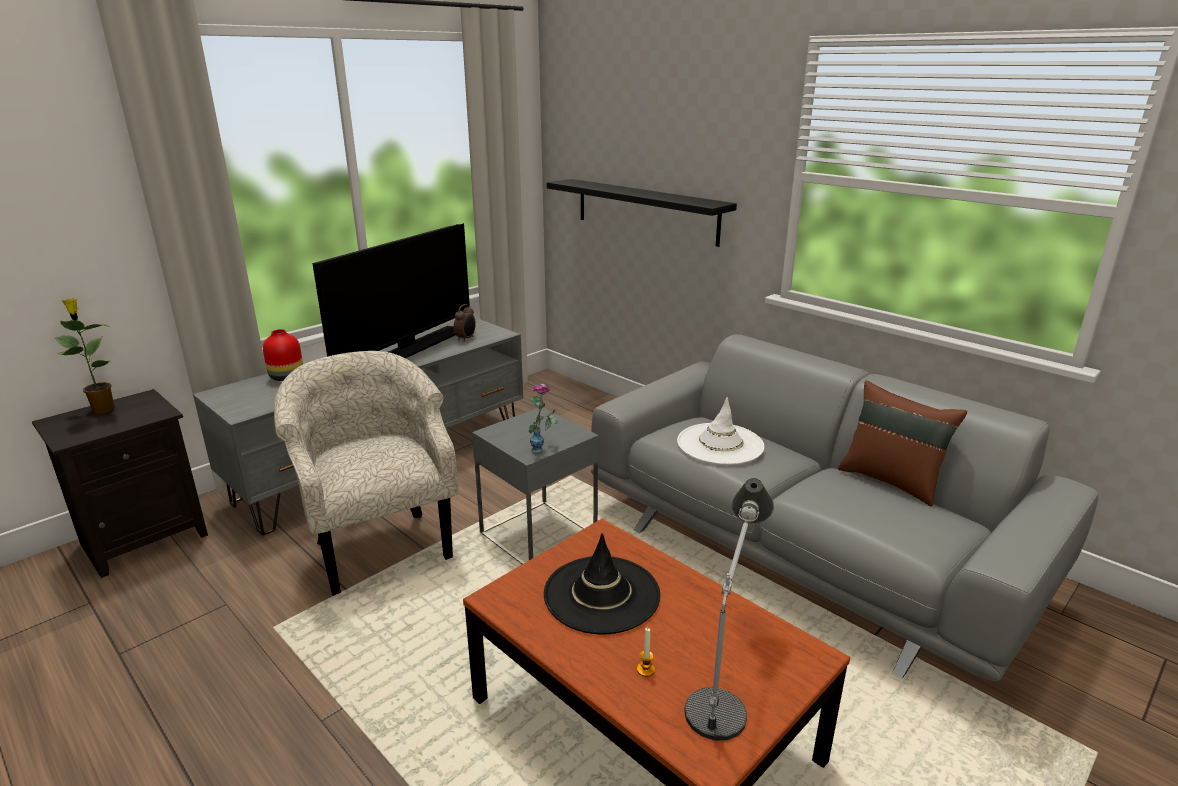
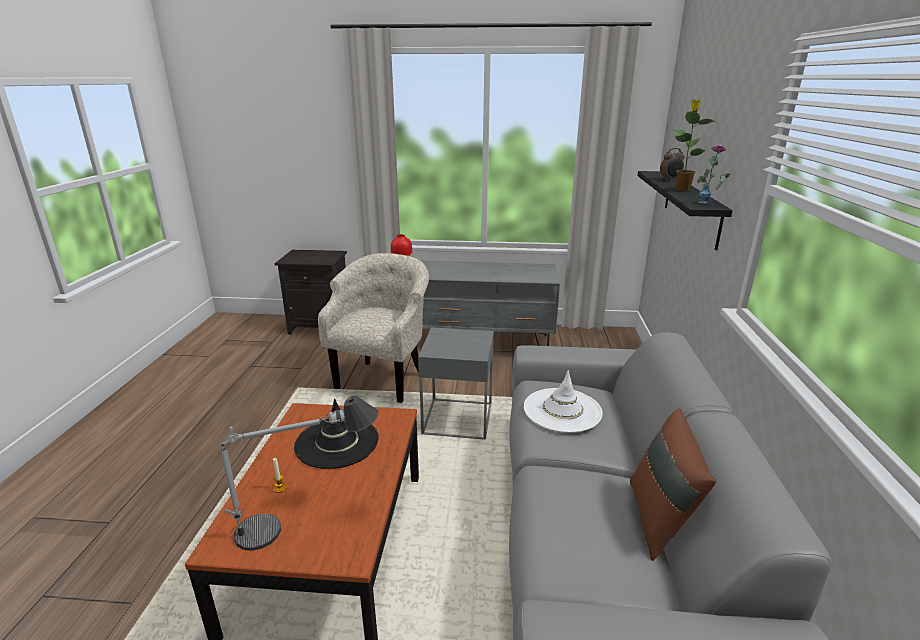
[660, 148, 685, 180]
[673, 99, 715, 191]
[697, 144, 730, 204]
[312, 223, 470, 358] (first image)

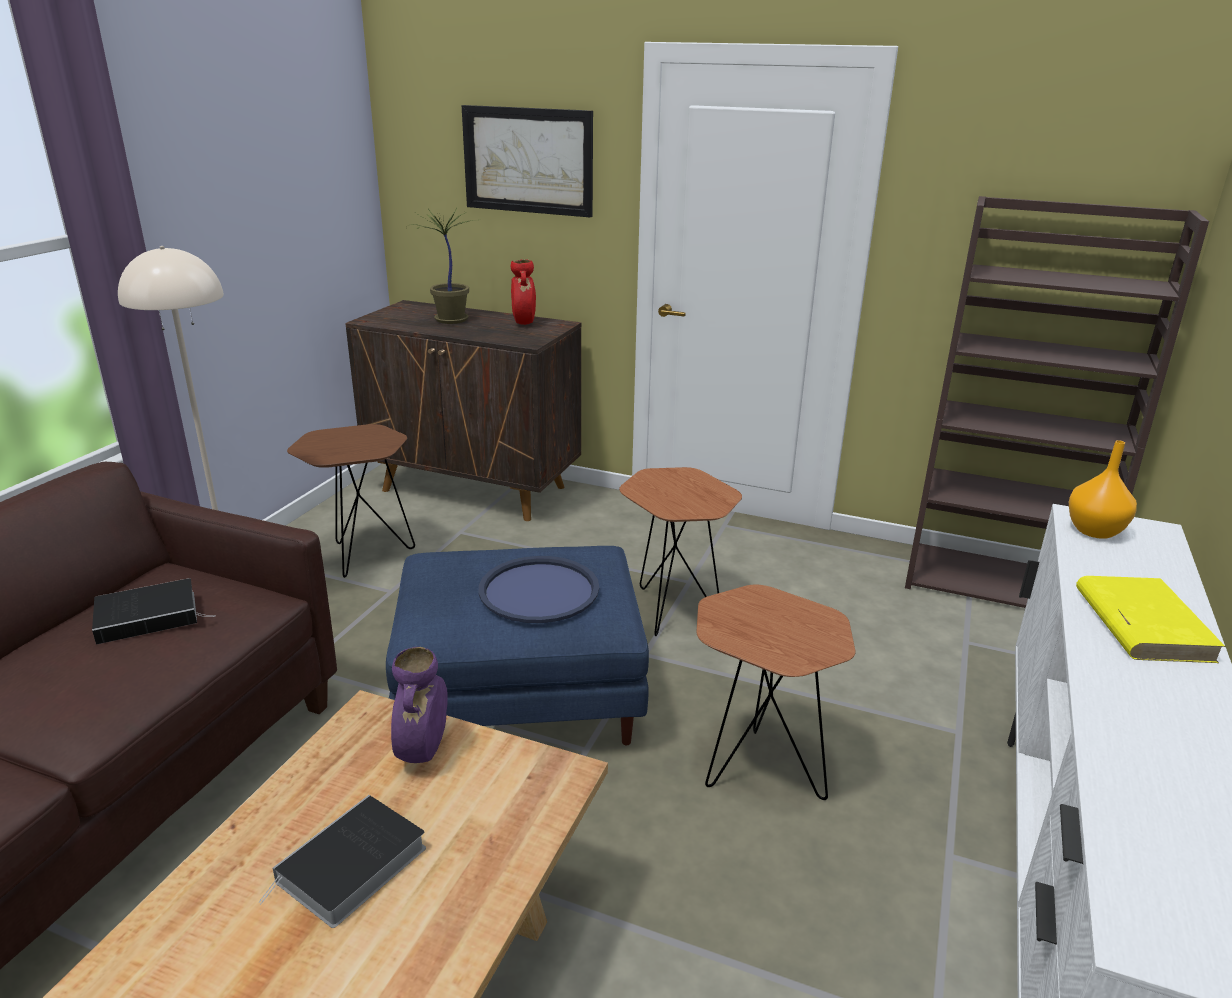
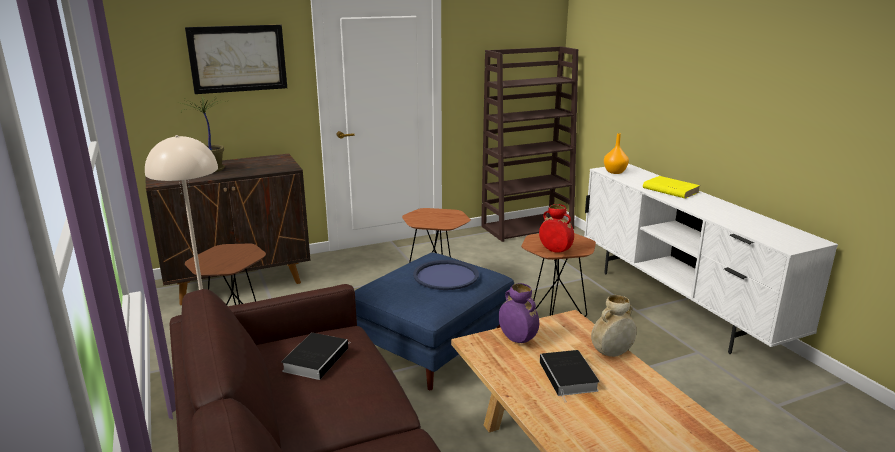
[539, 204, 574, 253]
[591, 295, 637, 357]

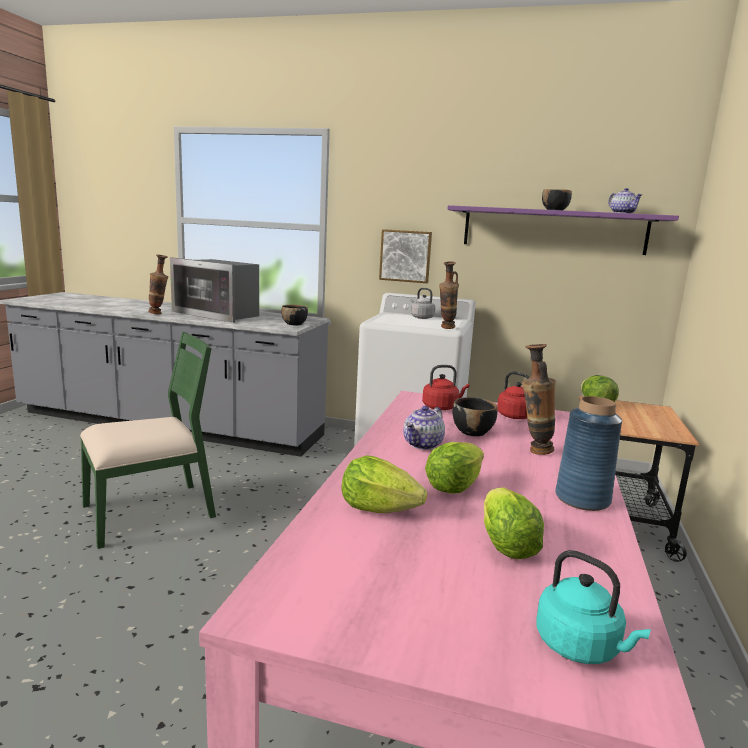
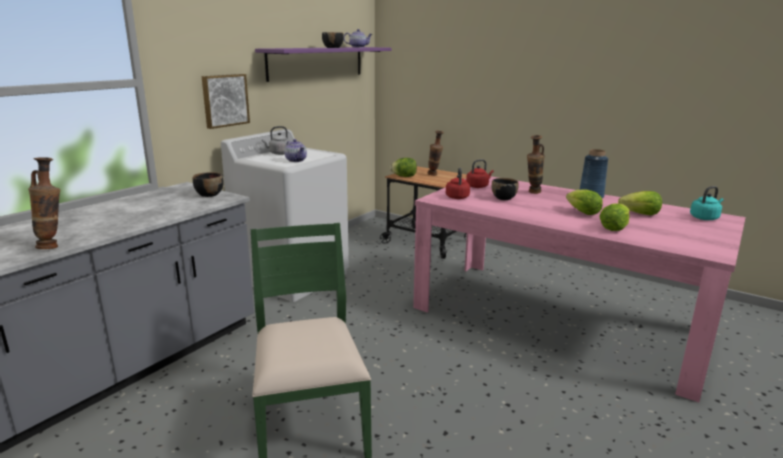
[284, 139, 307, 162]
[428, 131, 444, 176]
[170, 257, 259, 323] (first image)

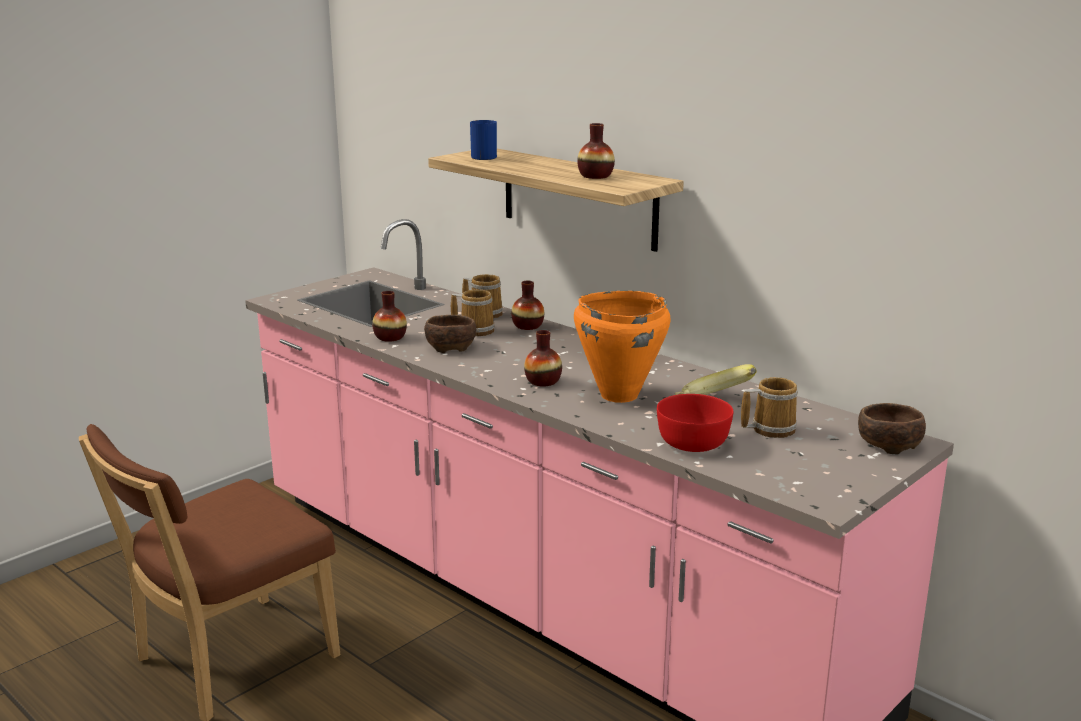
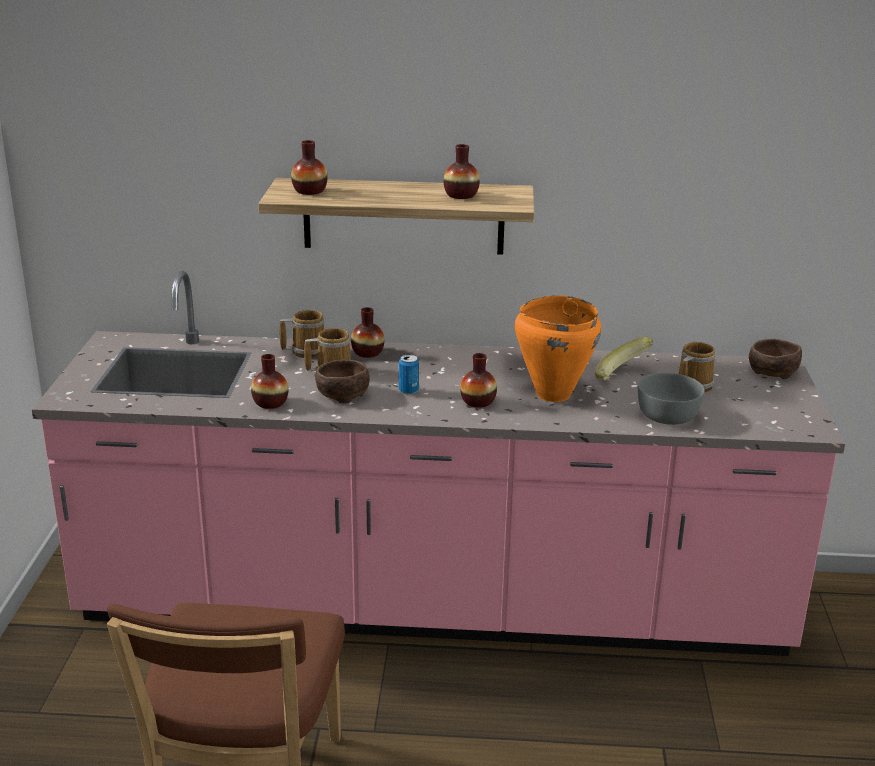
[291, 140, 328, 195]
[399, 355, 419, 395]
[638, 373, 705, 425]

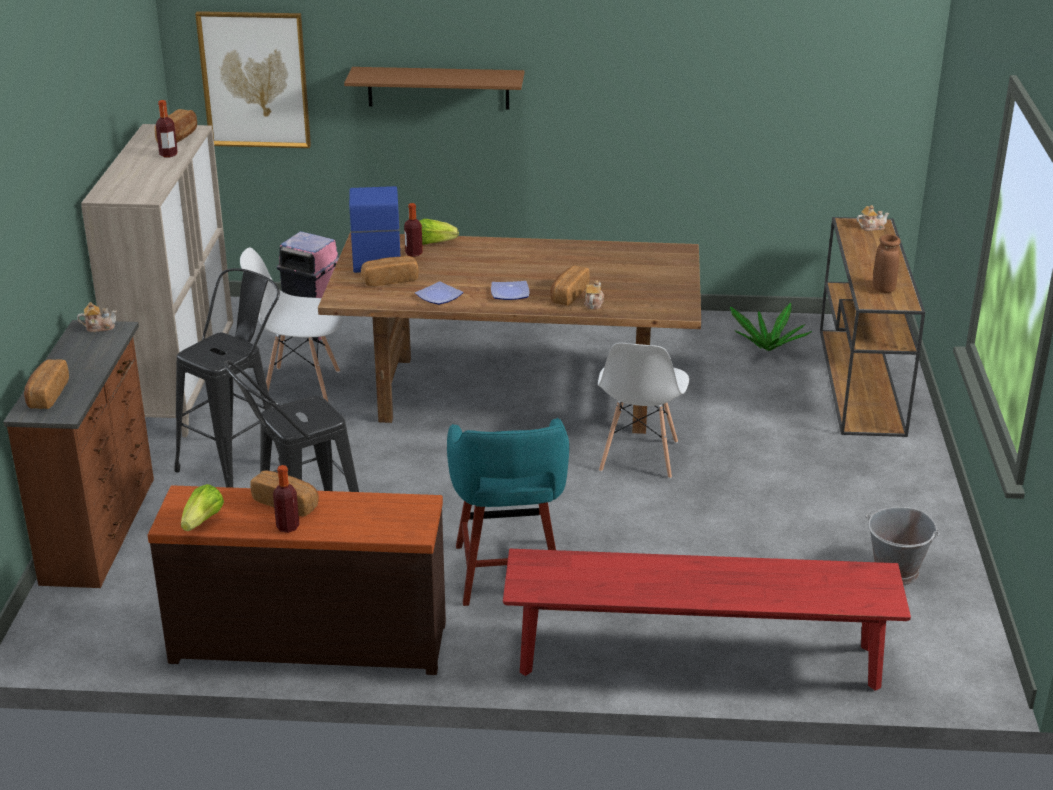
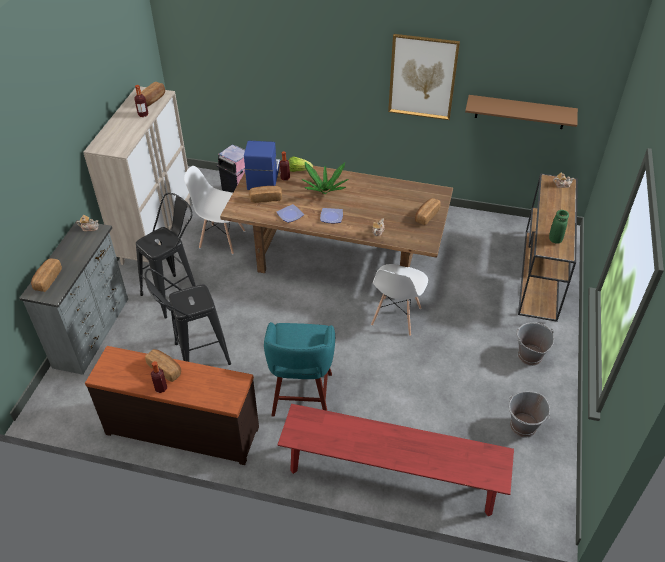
[19, 220, 128, 375]
[302, 162, 348, 194]
[388, 34, 460, 120]
[415, 198, 441, 225]
[465, 95, 578, 129]
[517, 322, 554, 366]
[549, 210, 569, 244]
[181, 484, 224, 531] (first image)

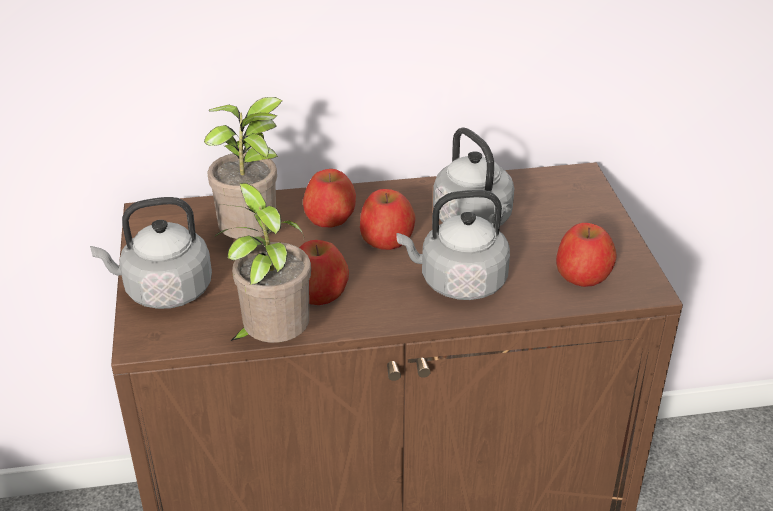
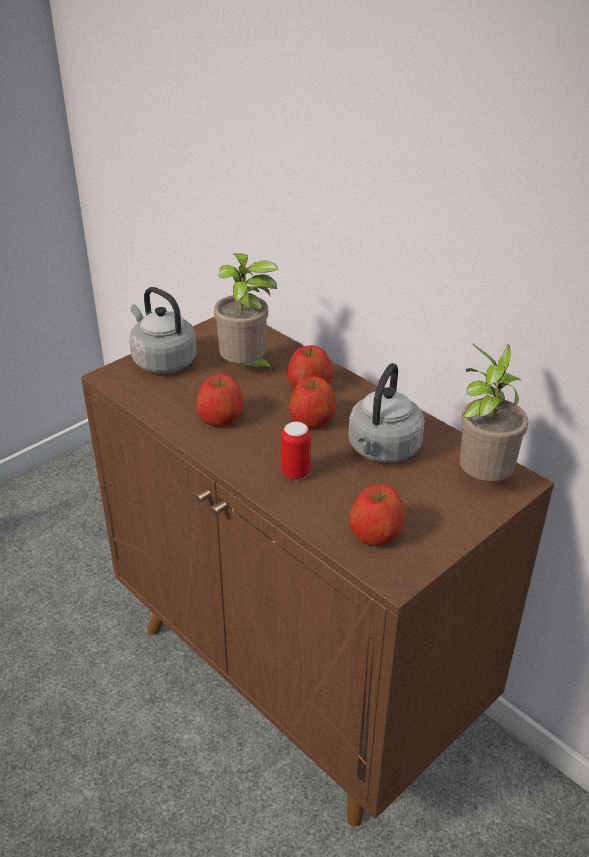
[281, 422, 311, 480]
[458, 344, 528, 481]

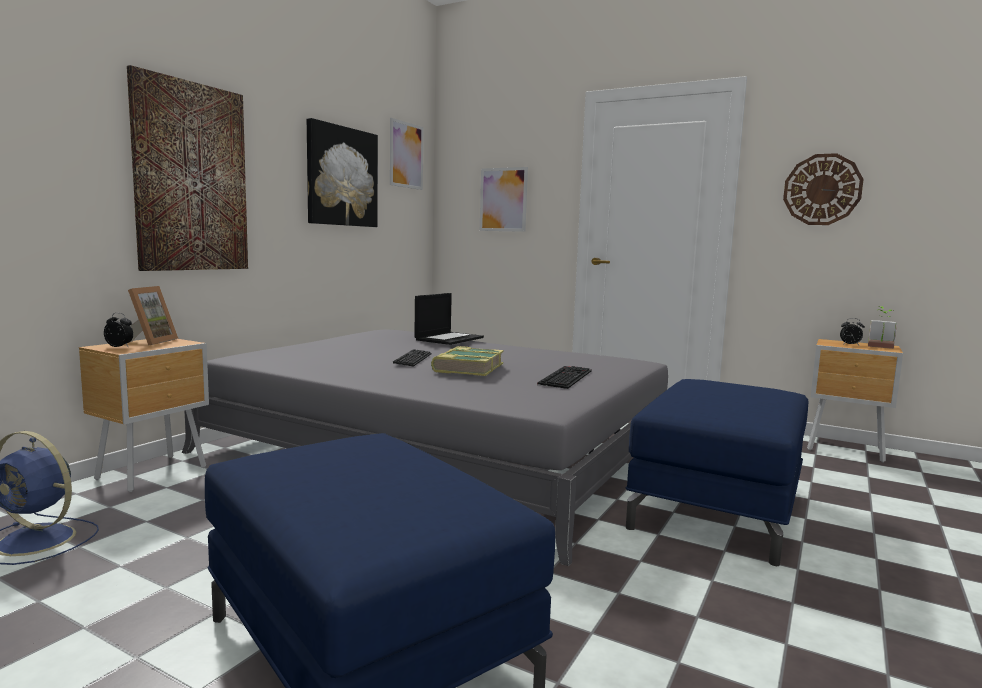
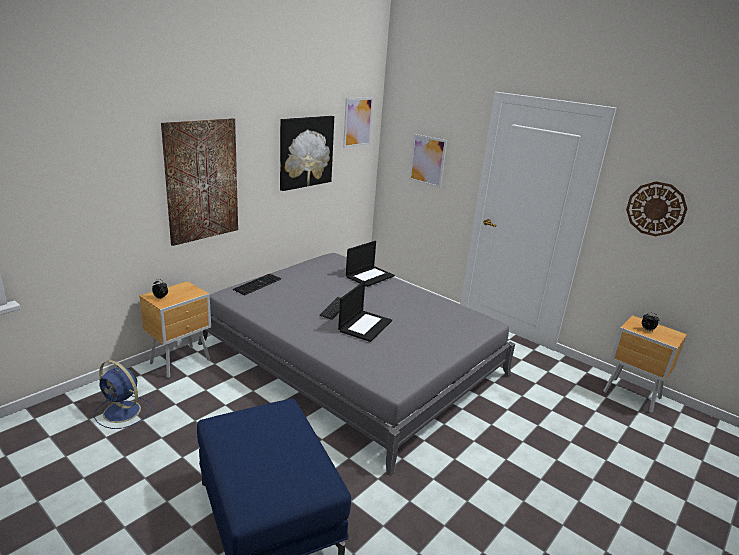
[233, 274, 281, 295]
[338, 281, 392, 342]
[128, 286, 179, 346] (first image)
[626, 379, 808, 566] (first image)
[868, 306, 897, 349] (first image)

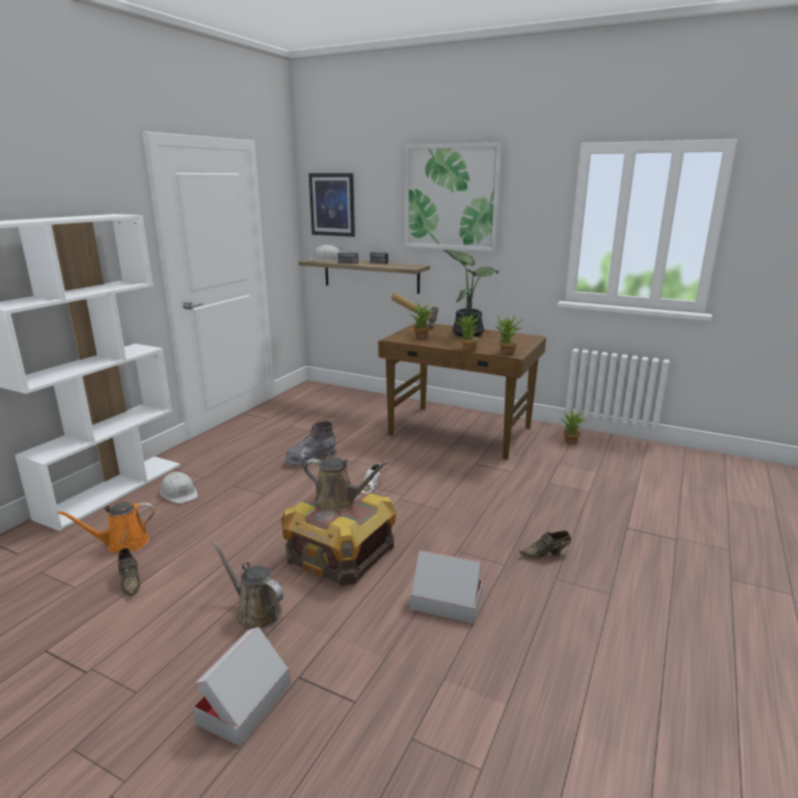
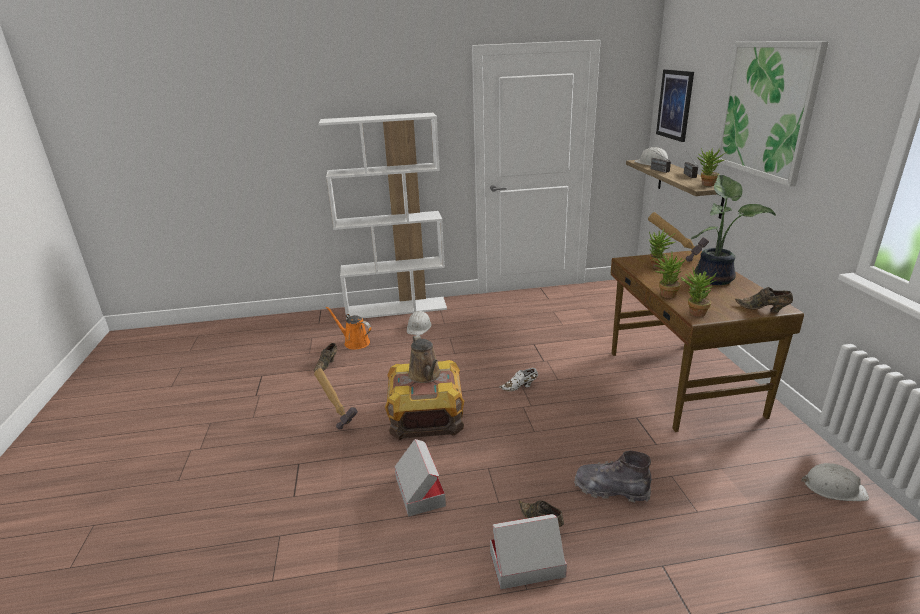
[314, 368, 358, 429]
[490, 514, 567, 590]
[574, 450, 651, 502]
[697, 148, 727, 186]
[735, 287, 793, 313]
[801, 463, 869, 501]

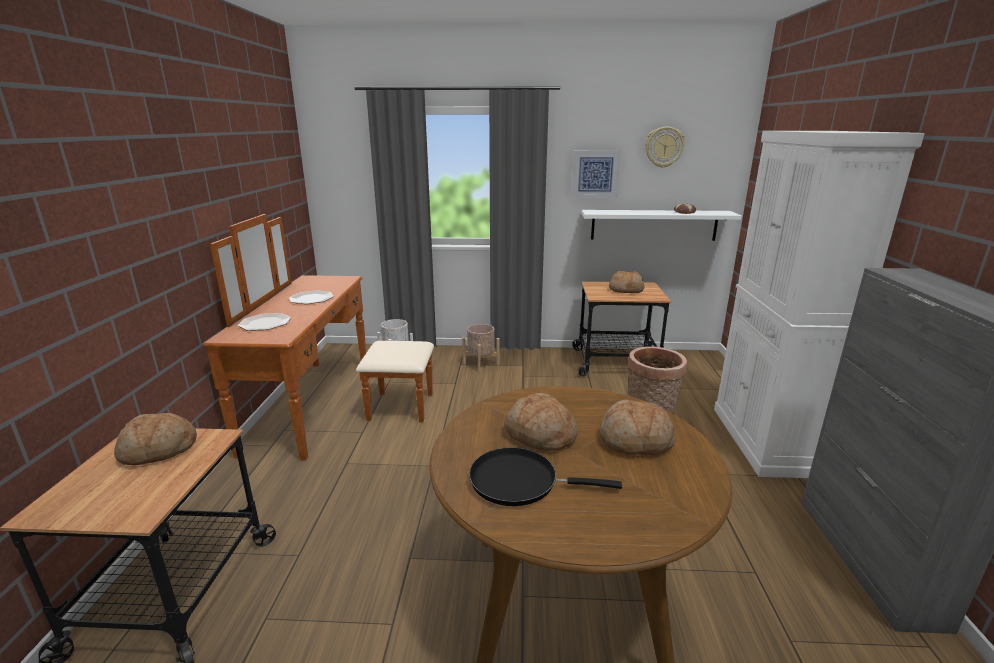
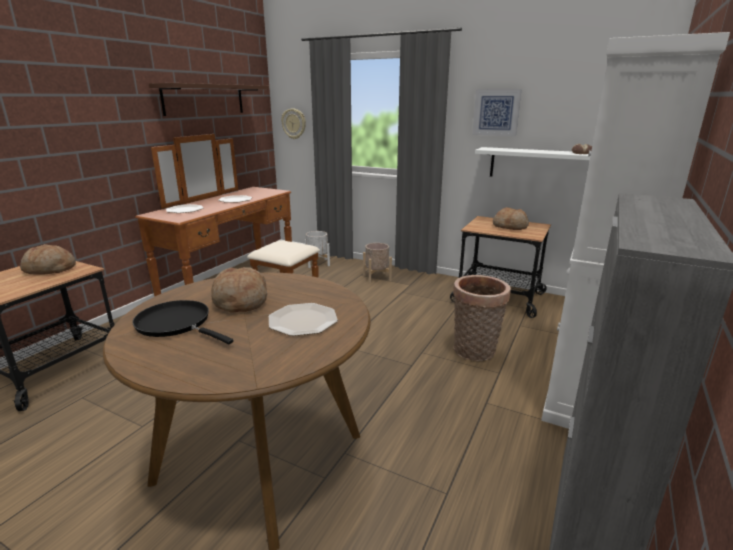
[149, 83, 269, 116]
[269, 303, 338, 336]
[281, 109, 306, 139]

